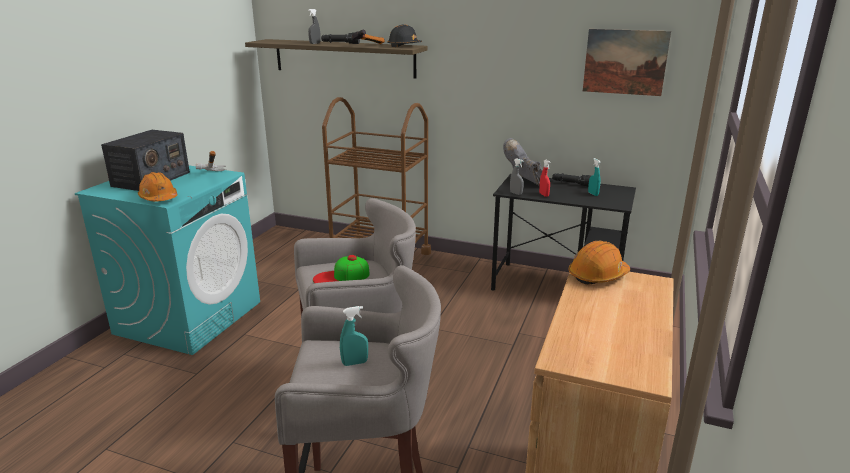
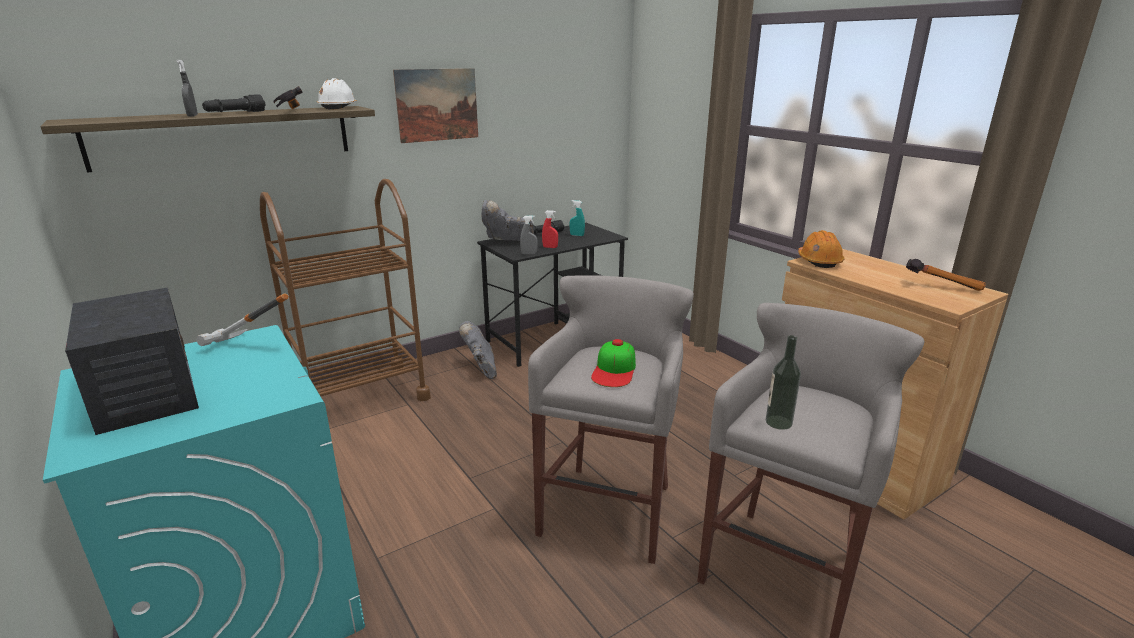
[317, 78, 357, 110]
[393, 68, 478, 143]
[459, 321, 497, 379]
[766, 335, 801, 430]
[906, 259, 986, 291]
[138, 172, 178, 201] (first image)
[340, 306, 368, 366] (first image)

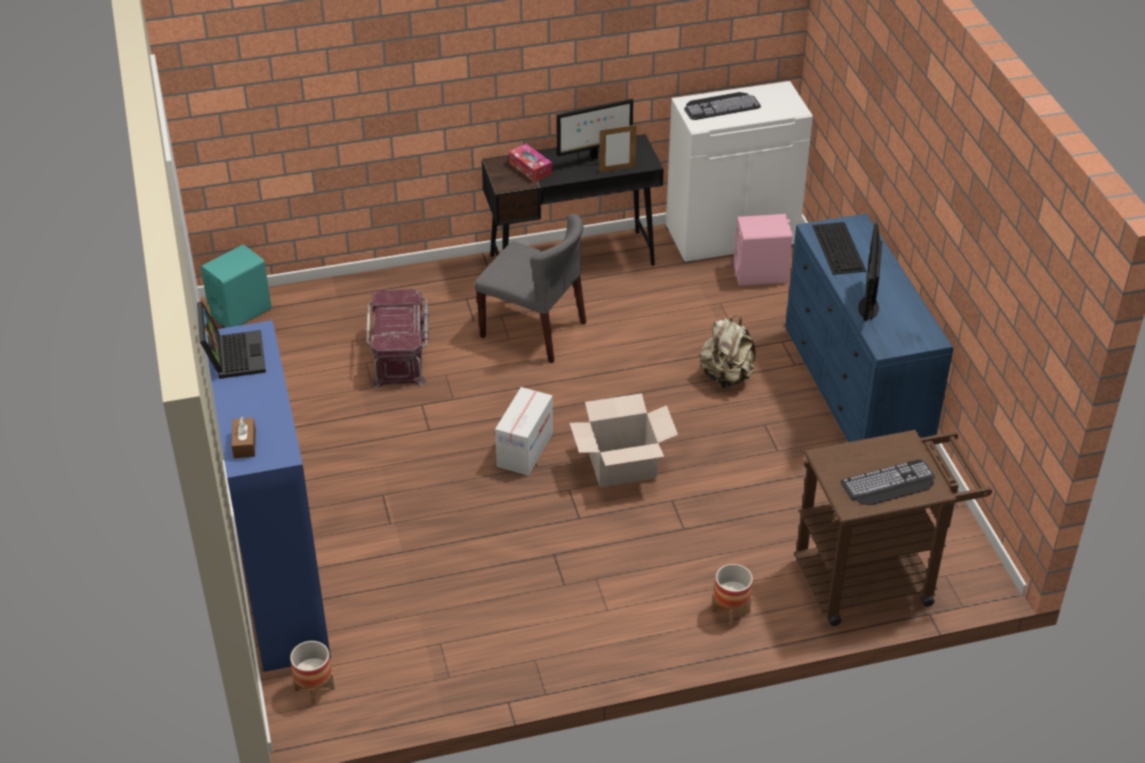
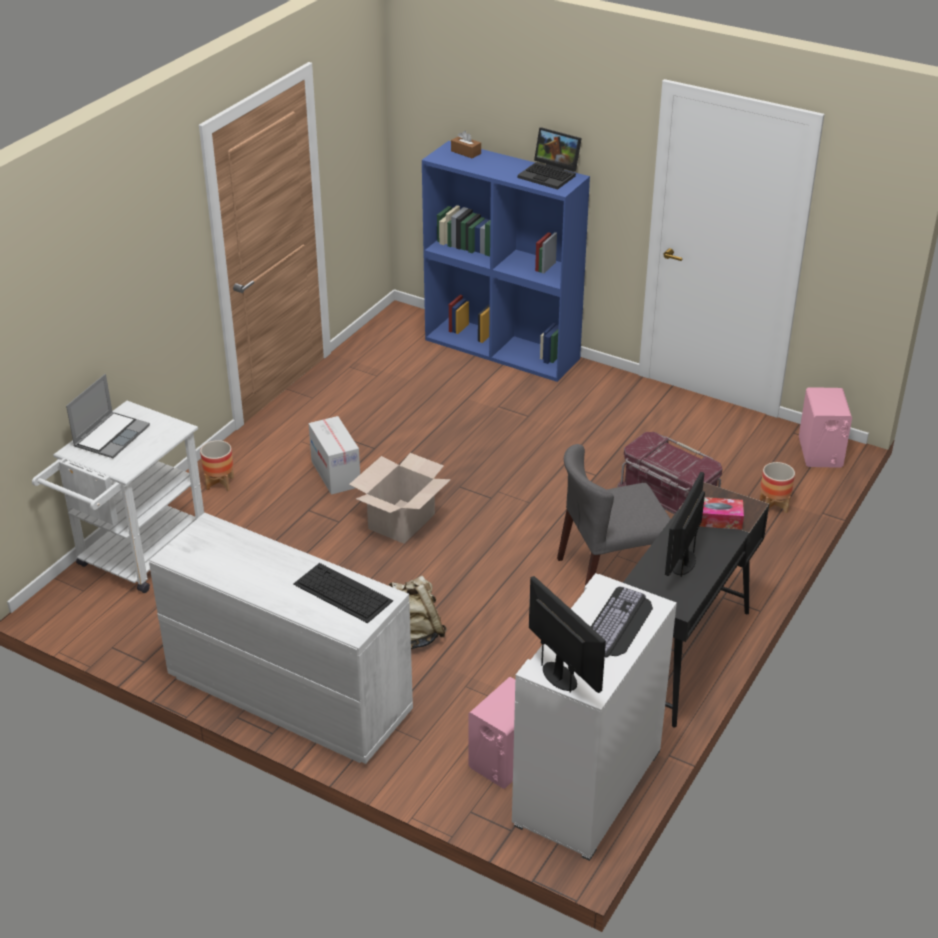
[32, 401, 204, 593]
[66, 374, 150, 458]
[149, 513, 413, 764]
[309, 416, 360, 495]
[529, 576, 606, 693]
[760, 462, 795, 514]
[799, 387, 852, 468]
[599, 125, 636, 172] (first image)

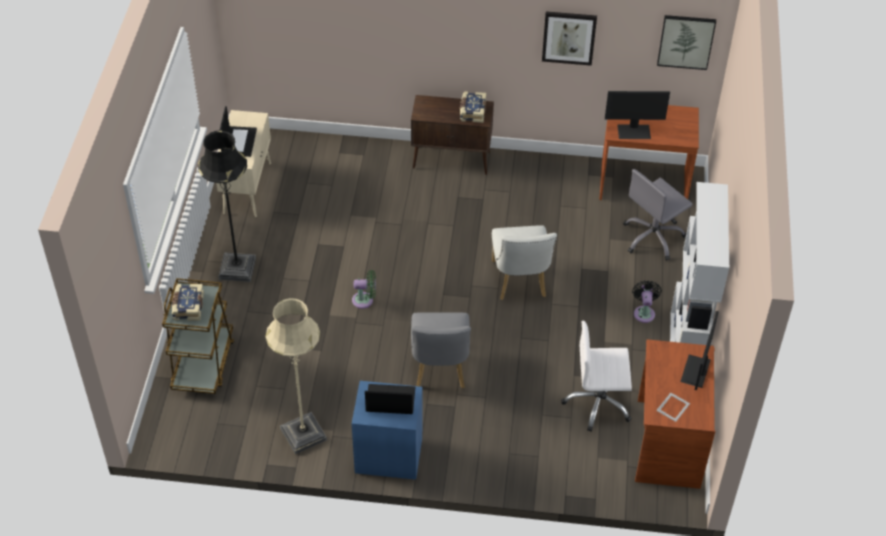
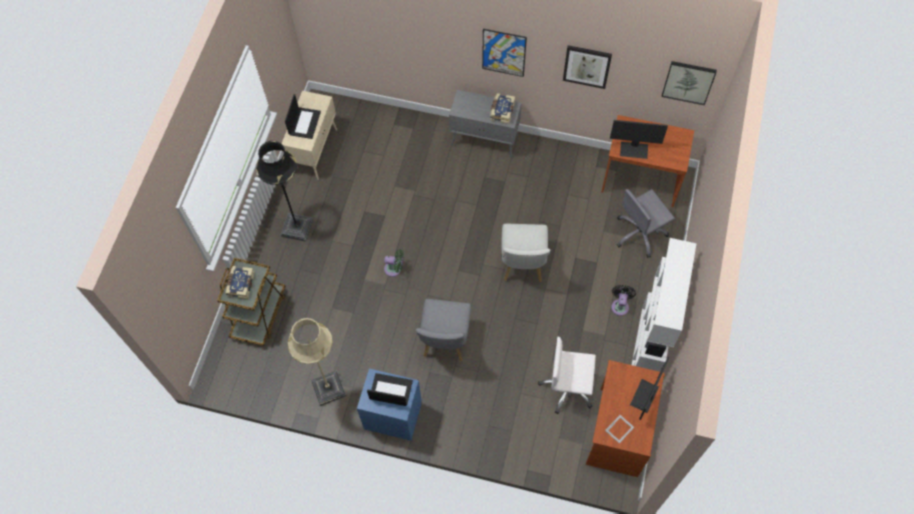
[449, 90, 522, 158]
[482, 29, 527, 77]

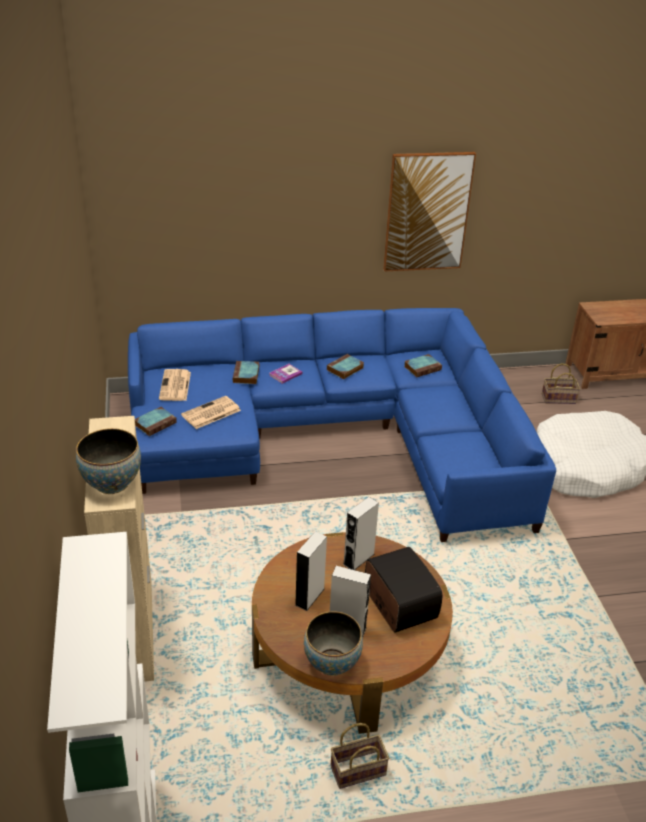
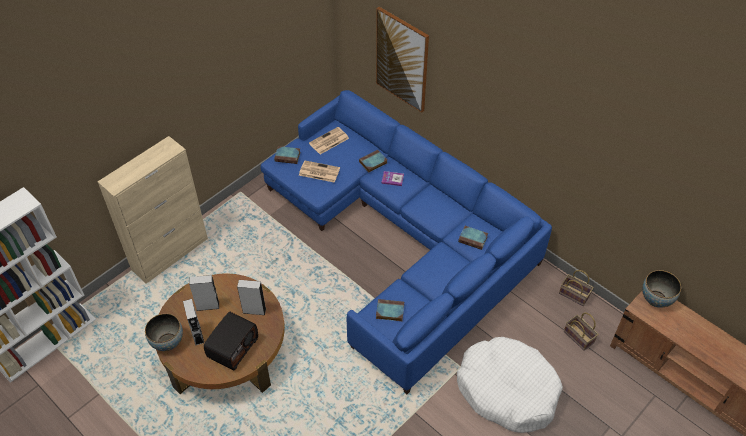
[376, 7, 429, 113]
[376, 299, 404, 321]
[559, 270, 594, 306]
[642, 270, 681, 308]

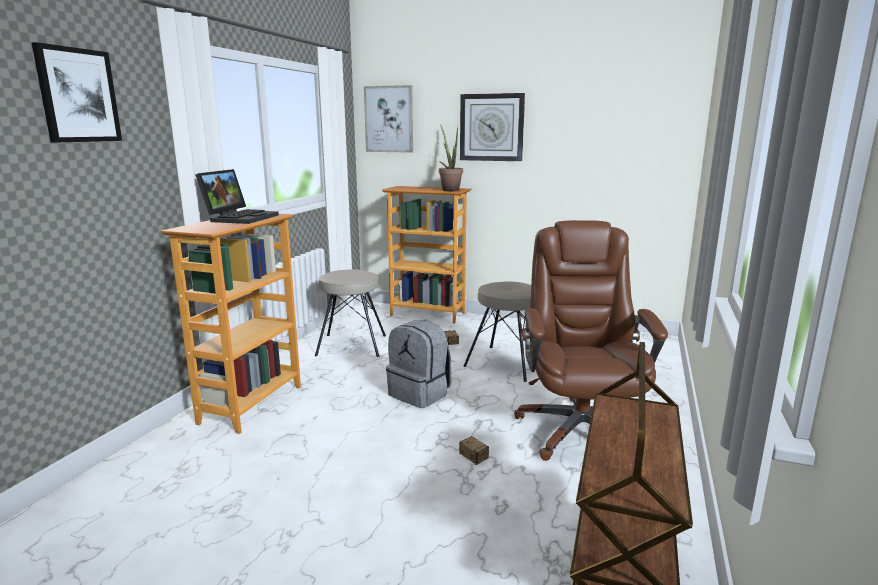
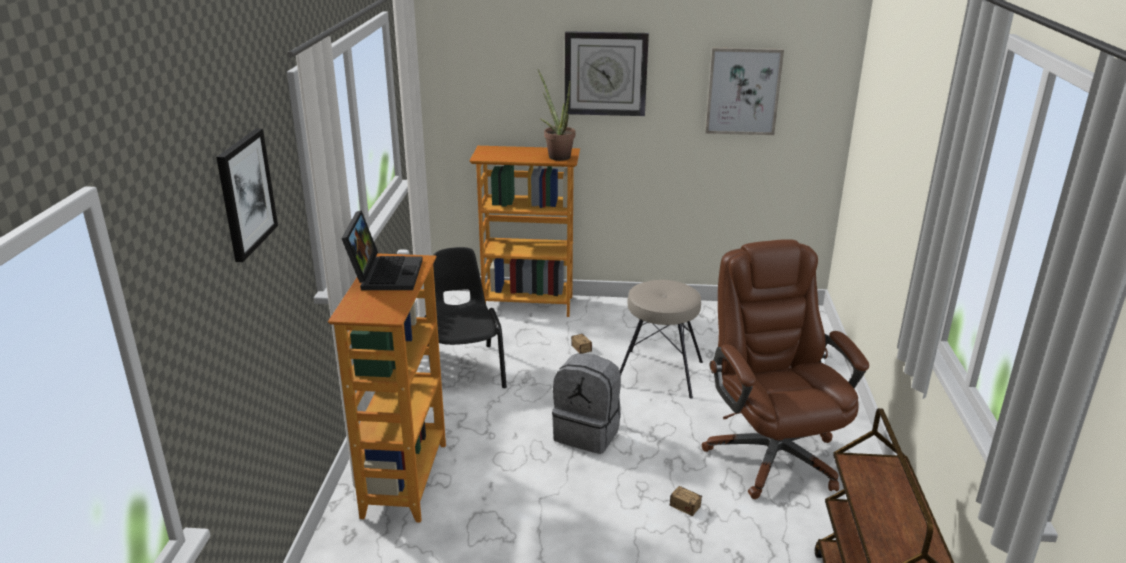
[424, 247, 507, 388]
[705, 48, 784, 135]

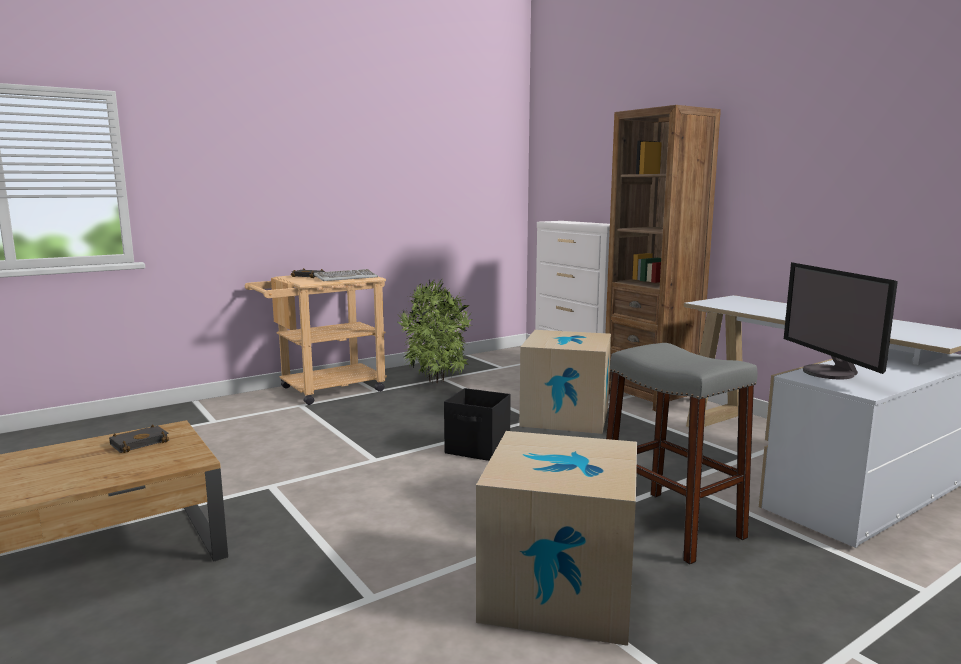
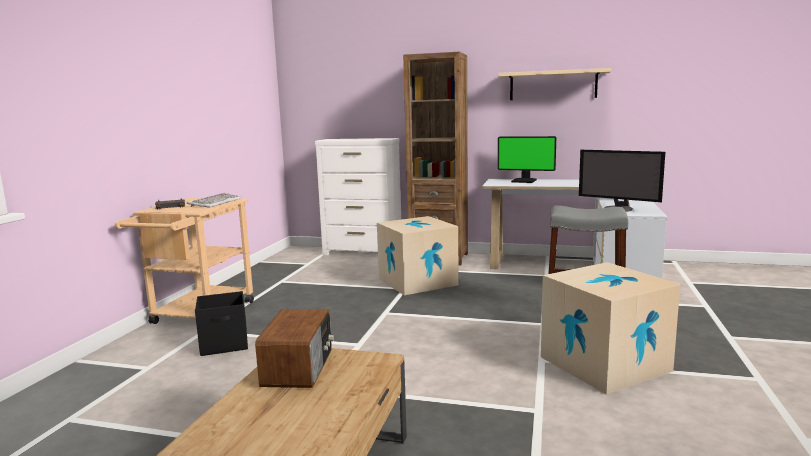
[195, 291, 248, 356]
[255, 309, 334, 388]
[498, 68, 611, 100]
[498, 136, 556, 183]
[398, 278, 473, 384] (first image)

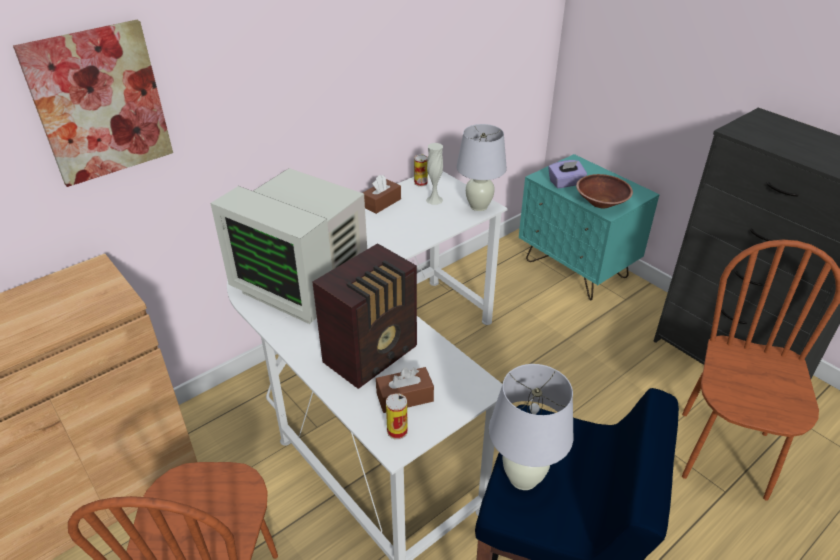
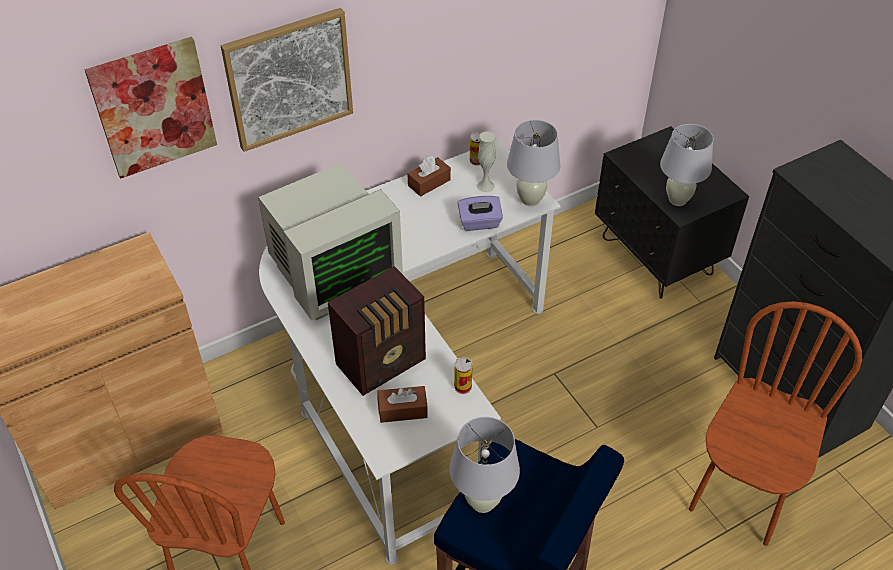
[221, 8, 353, 152]
[258, 163, 403, 321]
[454, 357, 473, 394]
[458, 196, 503, 231]
[595, 126, 749, 299]
[660, 124, 713, 206]

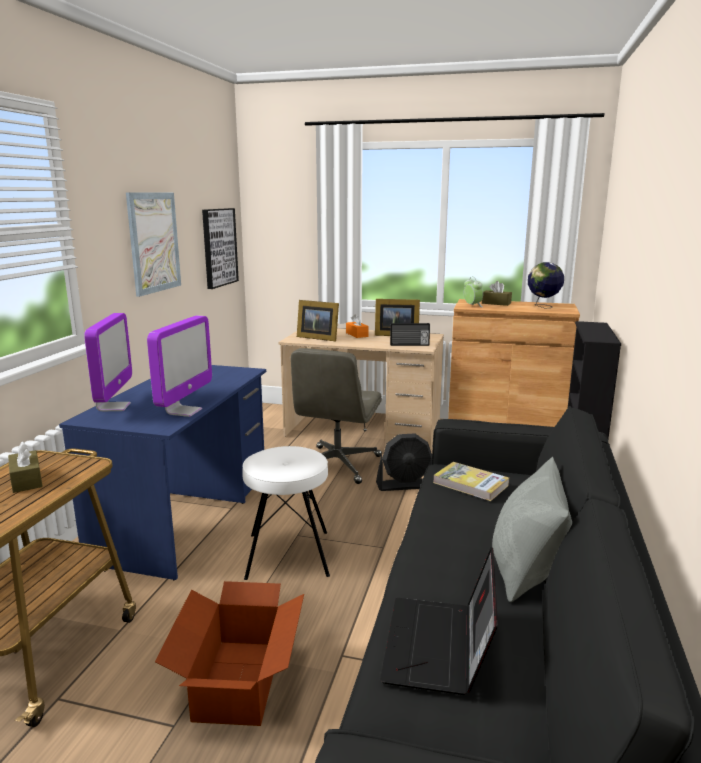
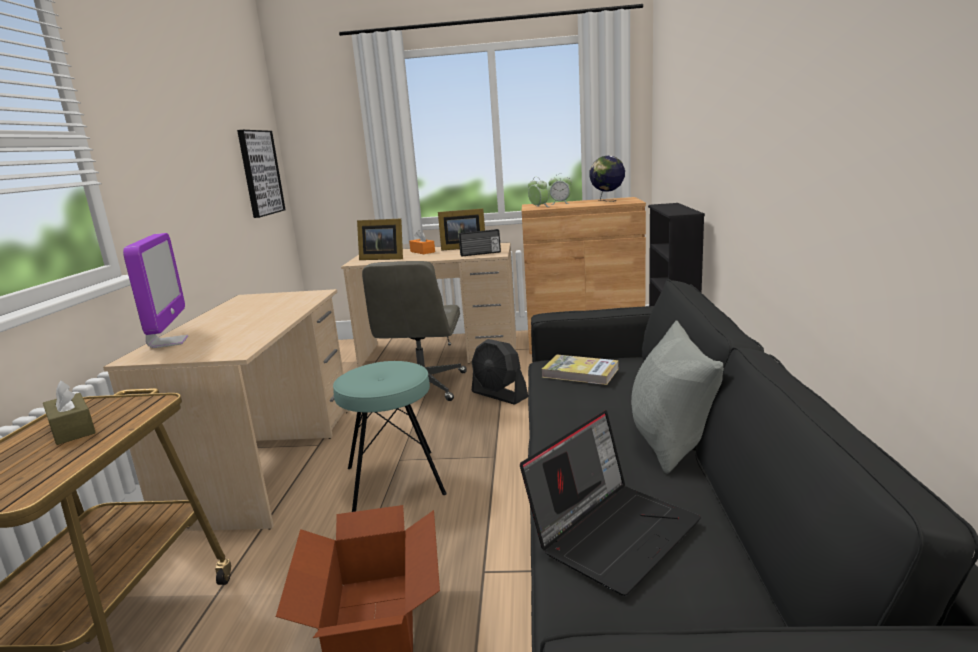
[103, 289, 349, 531]
[333, 361, 447, 512]
[471, 339, 528, 405]
[520, 410, 701, 596]
[548, 174, 572, 205]
[126, 192, 181, 297] (first image)
[147, 315, 212, 417] (first image)

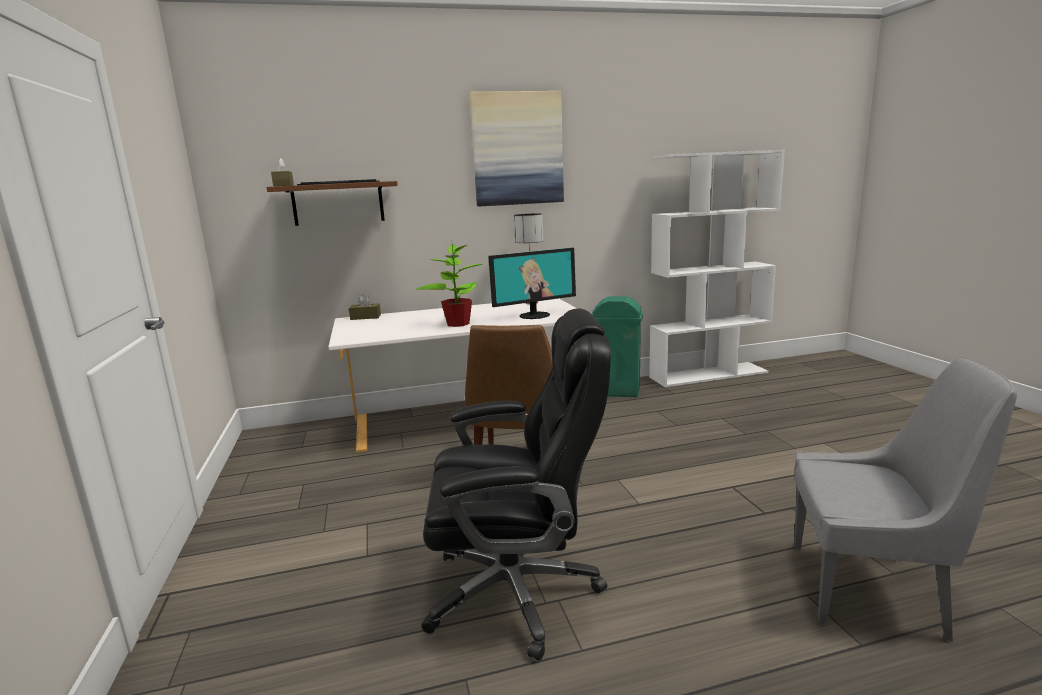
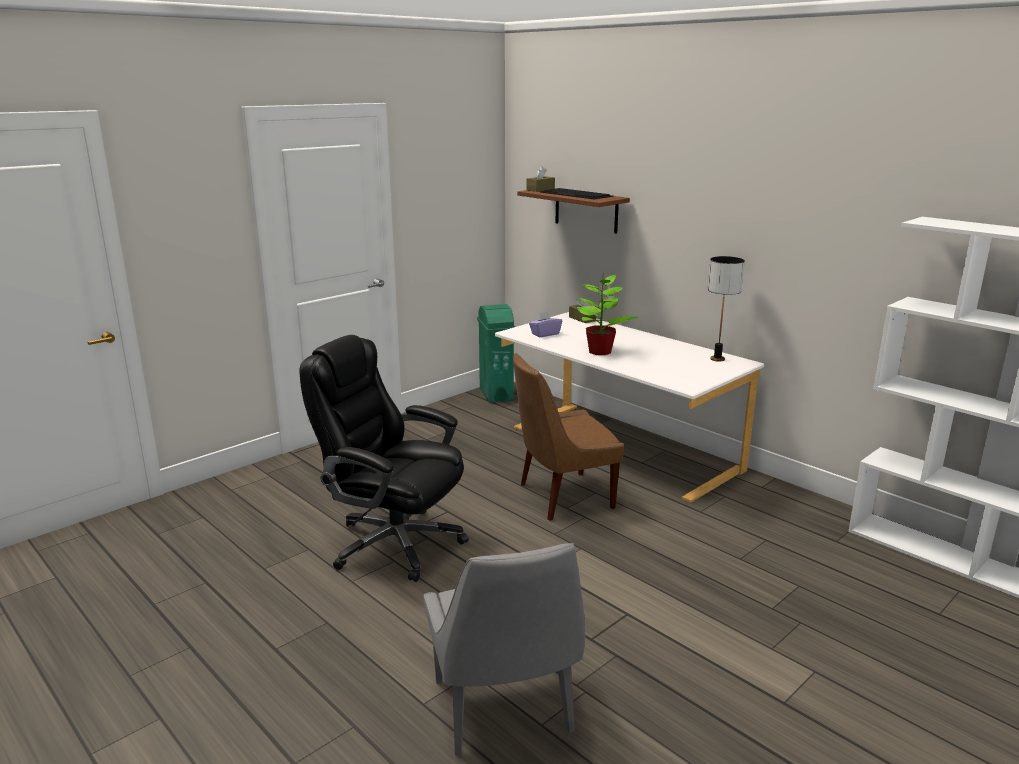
[299, 335, 469, 582]
[477, 304, 515, 403]
[529, 311, 562, 337]
[469, 91, 564, 206] (first image)
[488, 248, 576, 319] (first image)

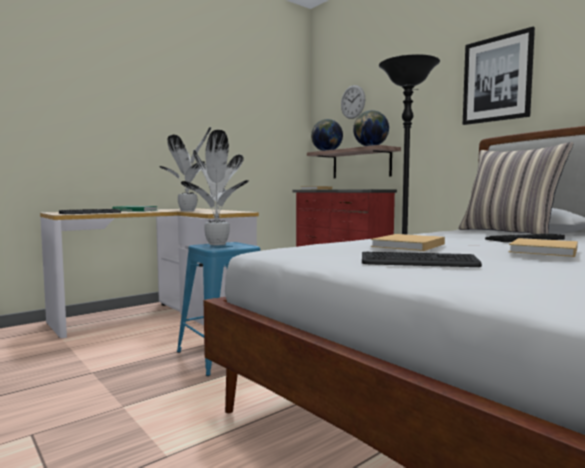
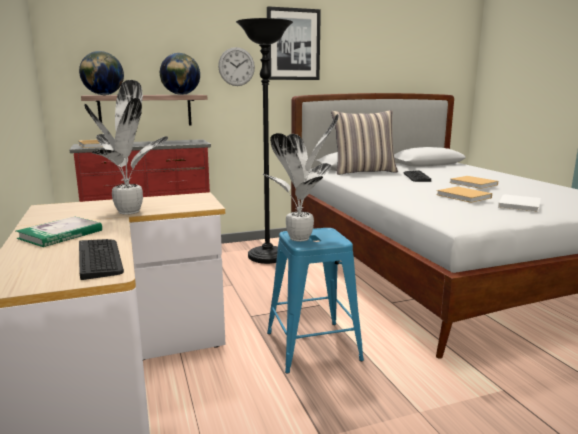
[218, 47, 255, 86]
[498, 194, 541, 212]

